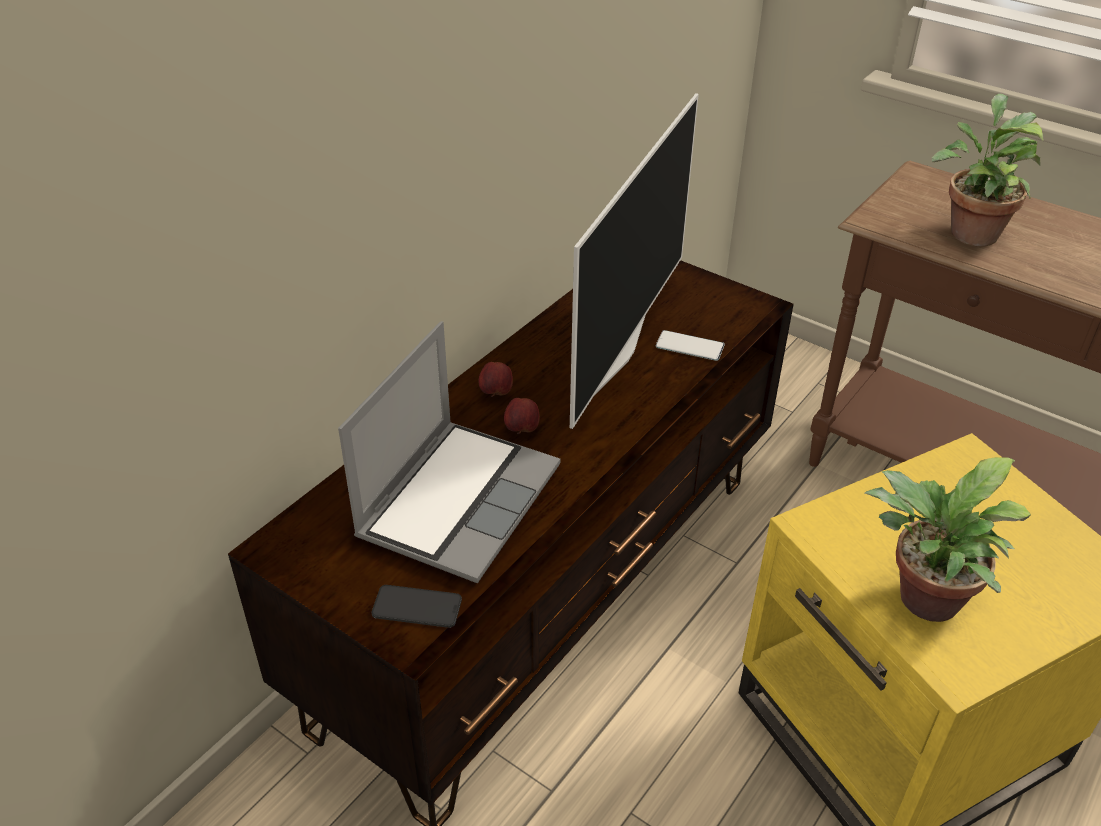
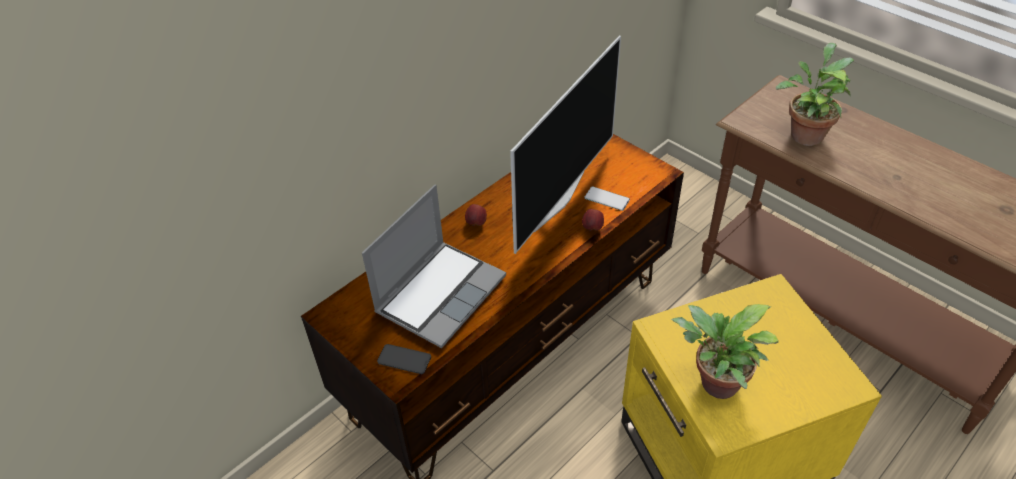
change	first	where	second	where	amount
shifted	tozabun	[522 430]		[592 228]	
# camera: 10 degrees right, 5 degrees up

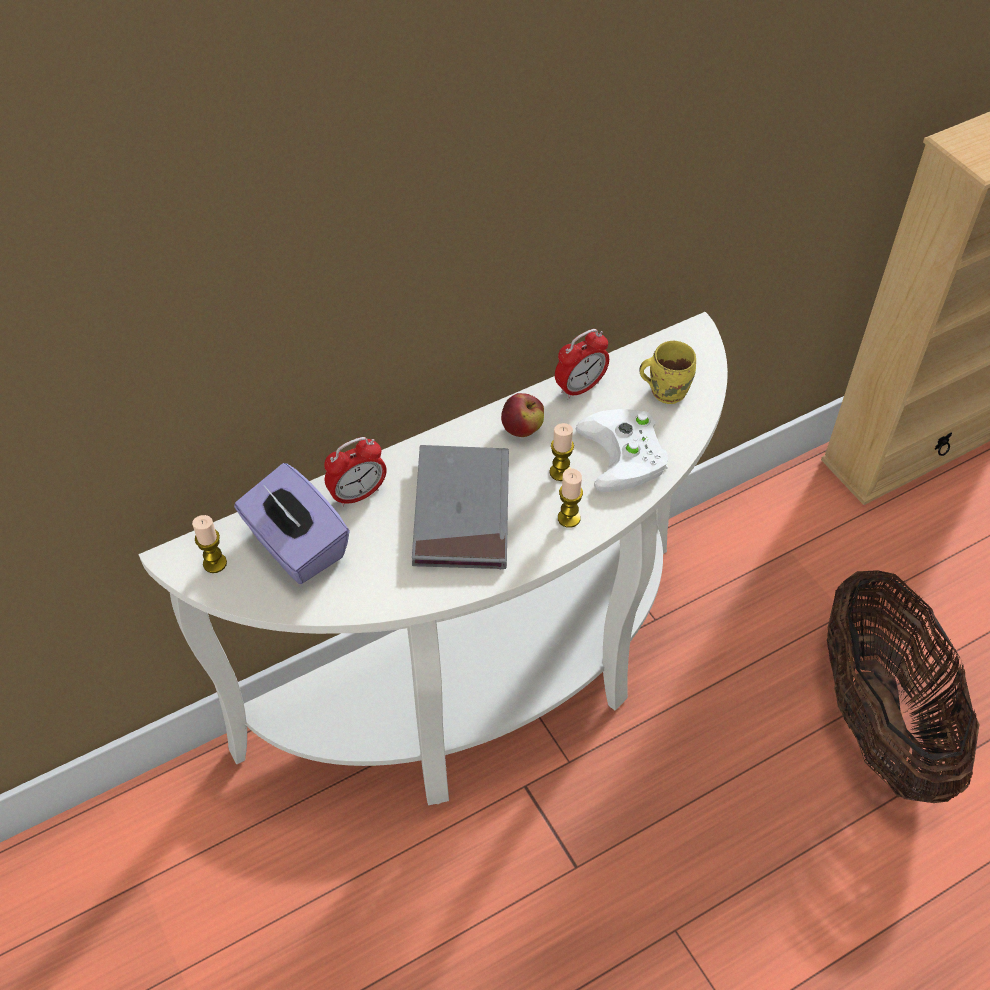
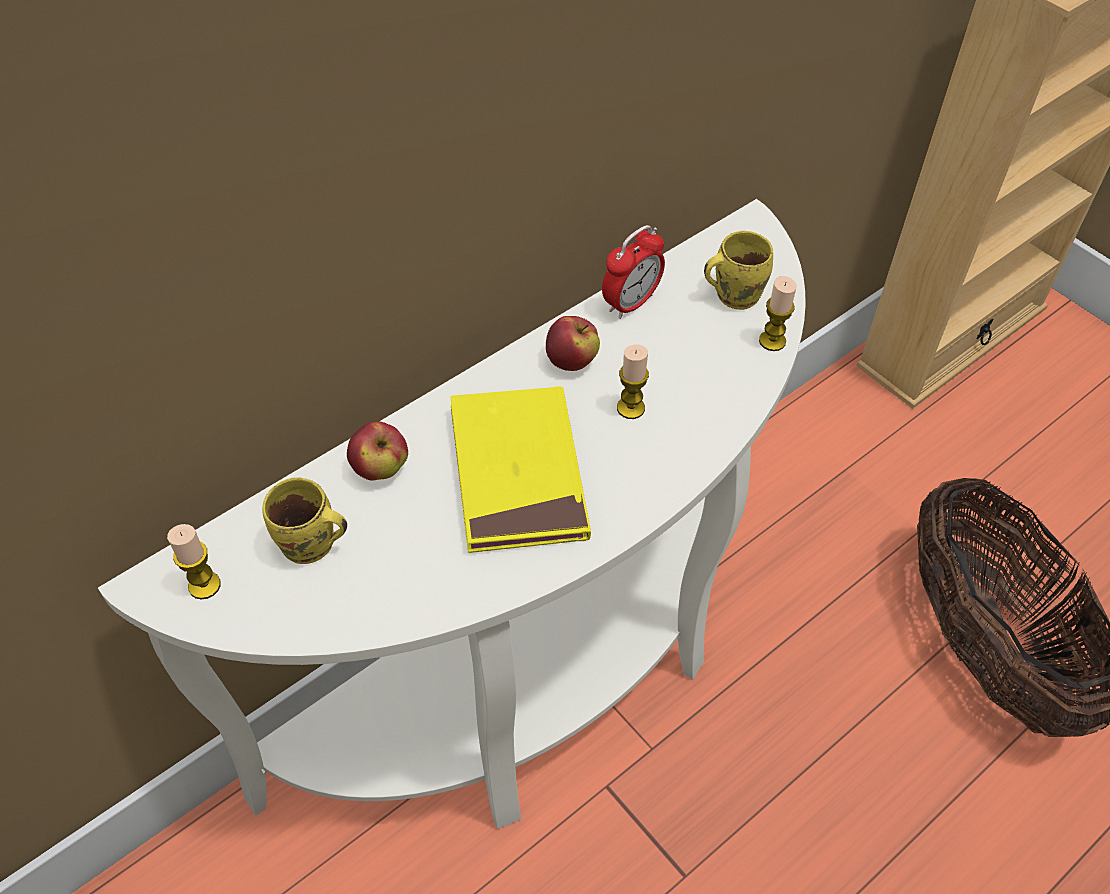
change	first	where	second	where	amount
swapped	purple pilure	[296 546]	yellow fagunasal	[310 547]	
swapped	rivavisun	[358 494]	tozabun	[380 469]	
repainted	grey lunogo	[462 511]	yellow lunogo	[518 473]	
shifted	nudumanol	[569 518]		[772 341]	
gone	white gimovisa	[627 455]			
# camera: 10 degrees left, 0 degrees up

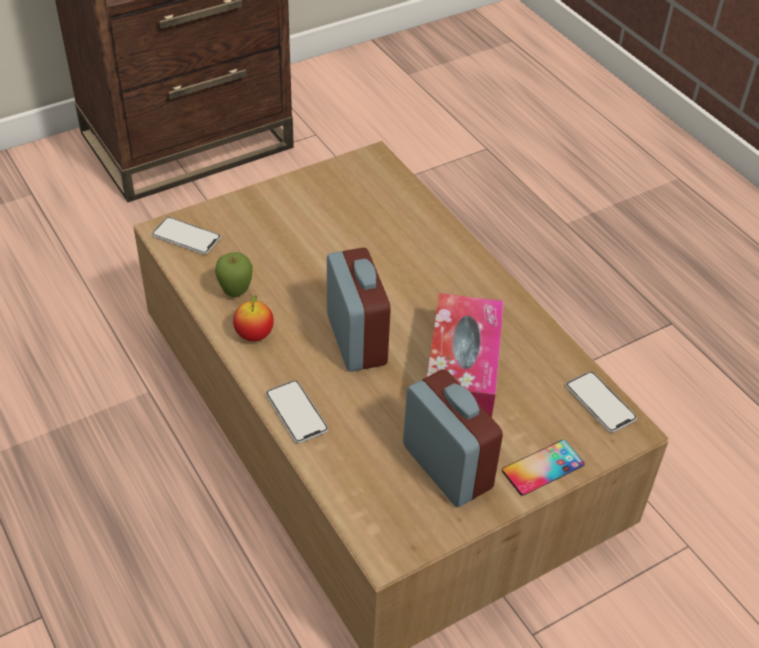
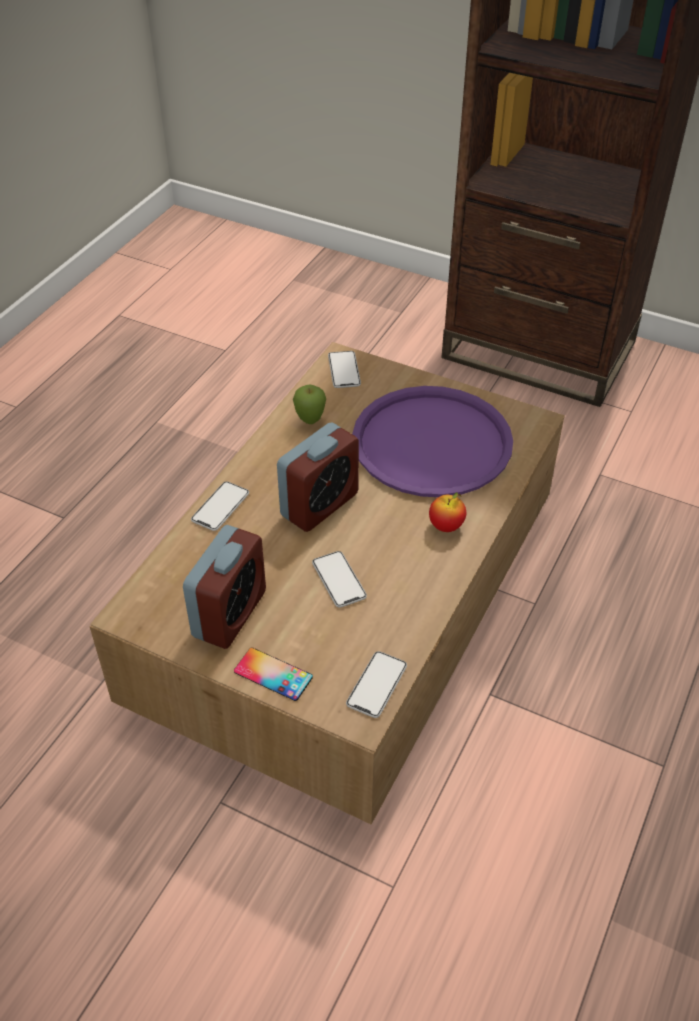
change	first	where	second	where	amount
shifted	tozabun	[254 335]		[446 526]	
swapped	pilure	[462 371]	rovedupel	[339 580]	
new			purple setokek	[432 443]	
# camera: 60 degrees right, 0 degrees up

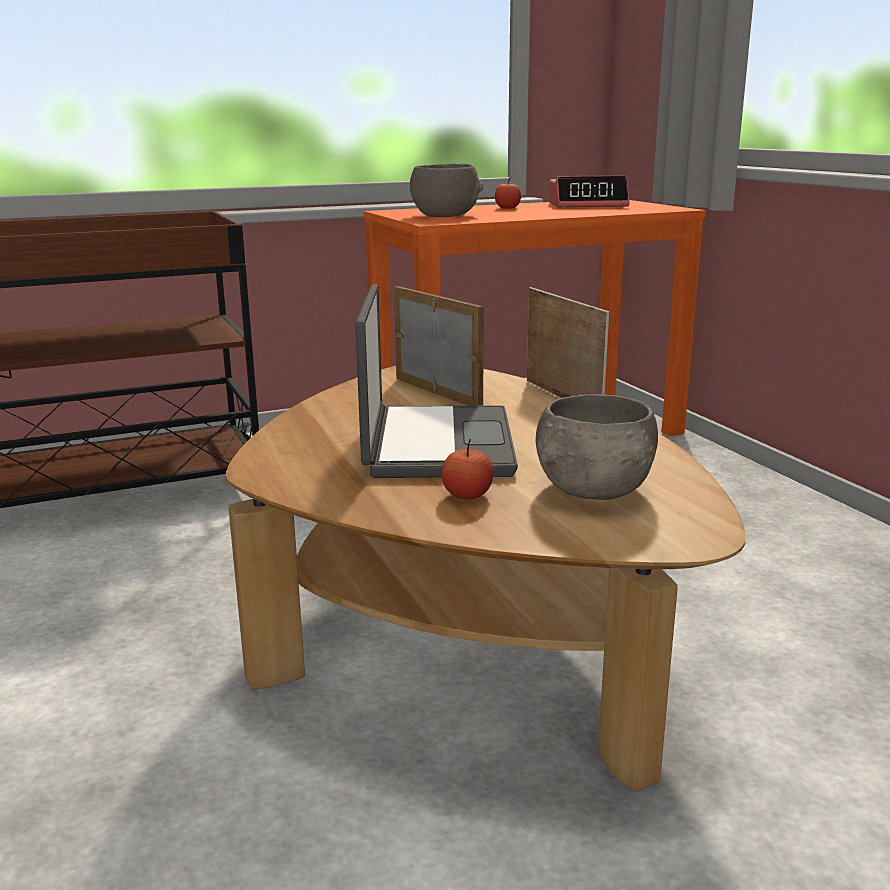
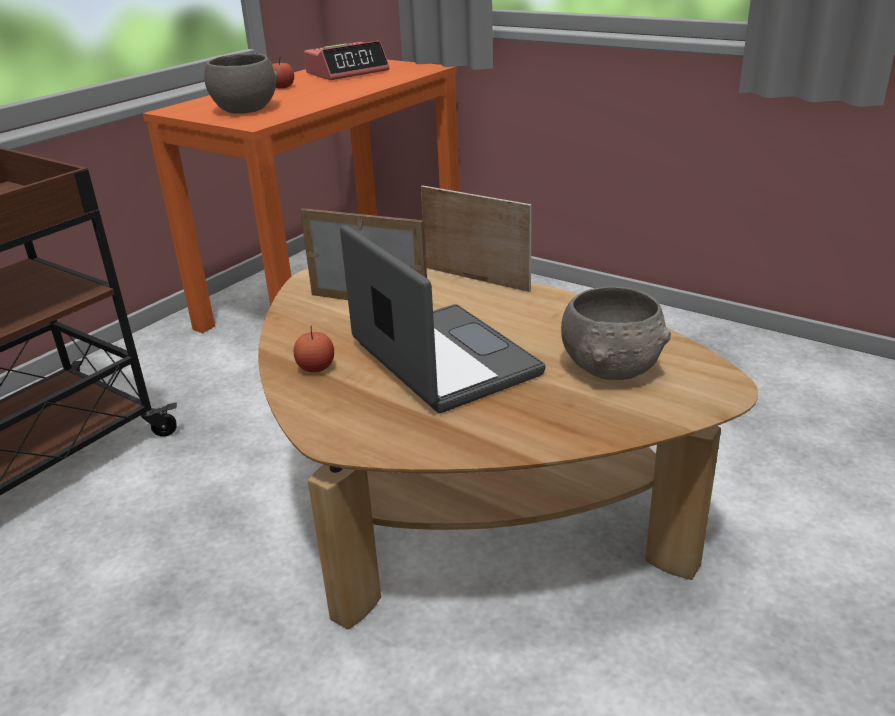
change	first	where	second	where	amount
shifted	tozabun	[467 495]		[316 367]	
# camera: 30 degrees left, 10 degrees up

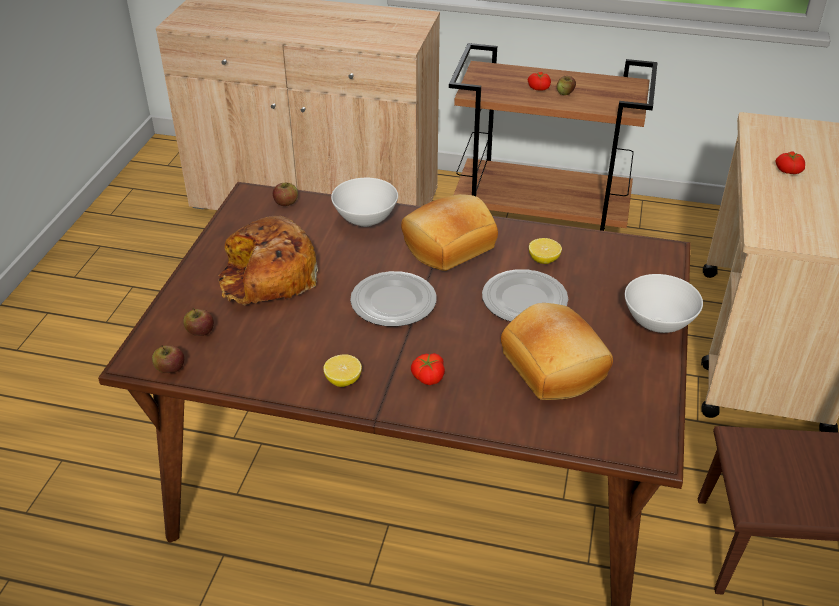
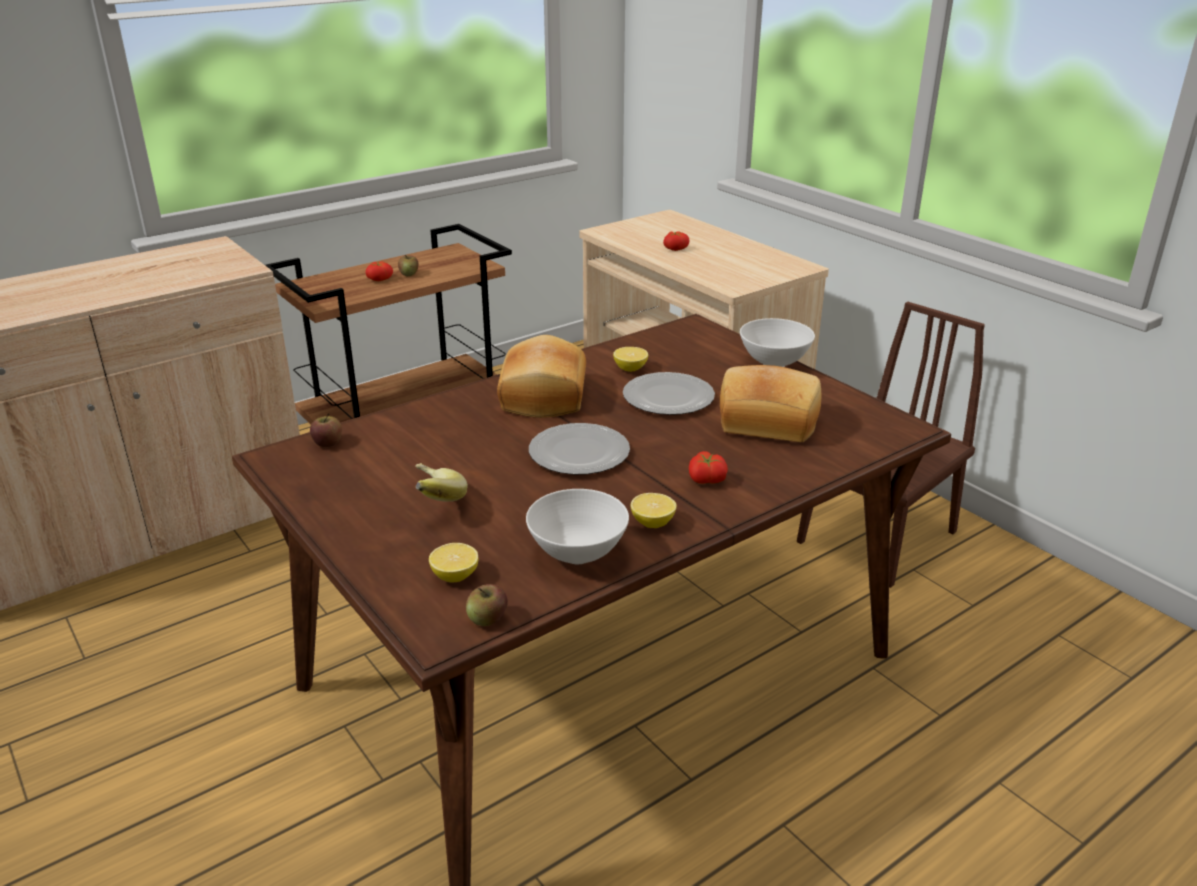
change	first	where	second	where	amount
swapped	tozabun	[200 332]	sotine	[455 576]	
swapped	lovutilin	[267 277]	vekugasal	[432 501]	
shifted	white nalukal	[366 221]		[578 555]	
# camera: 50 degrees left, 10 degrees down

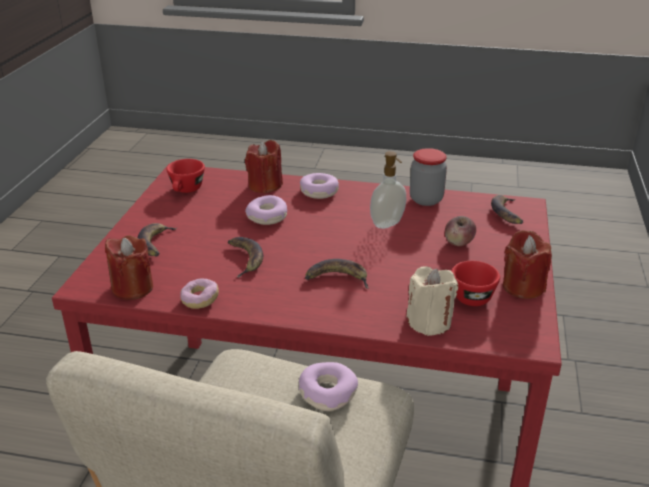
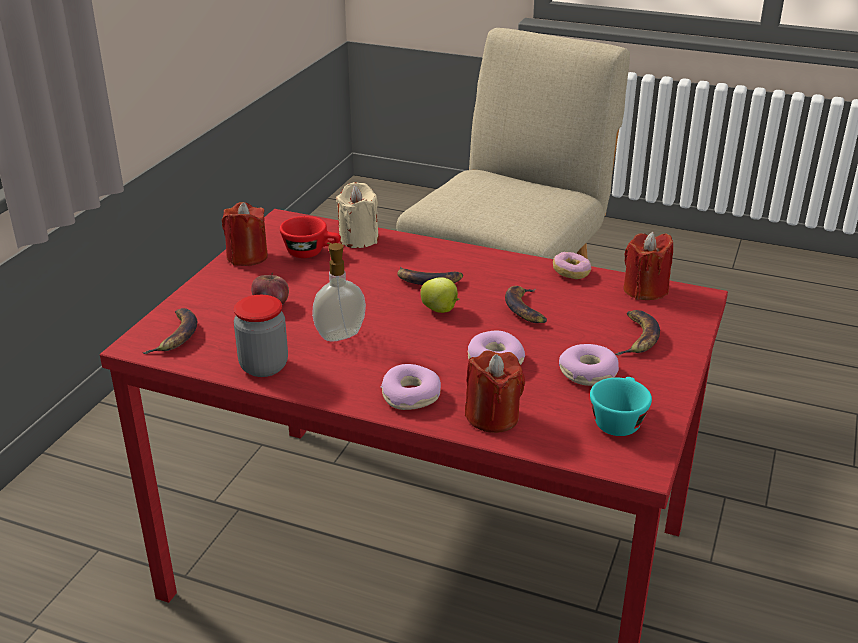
change	first	where	second	where	amount
repainted	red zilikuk	[186 190]	turquoise zilikuk	[618 420]	
shifted	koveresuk	[327 393]		[588 373]	
new			tozabun	[440 310]	
# camera: 170 degrees left, 0 degrees up

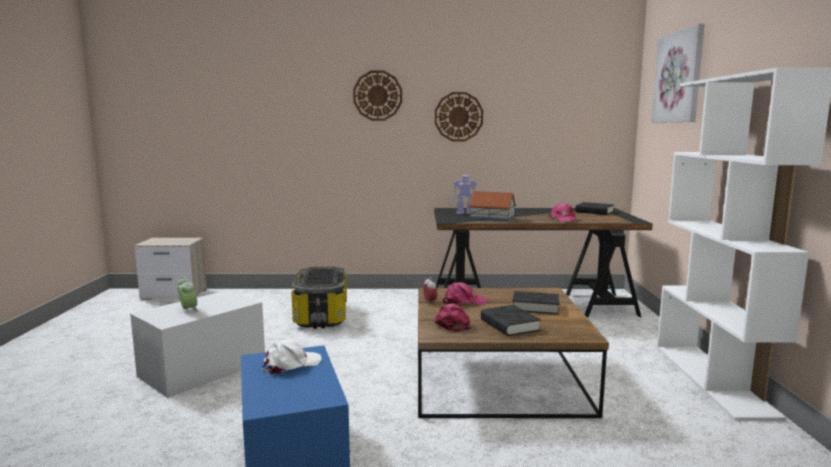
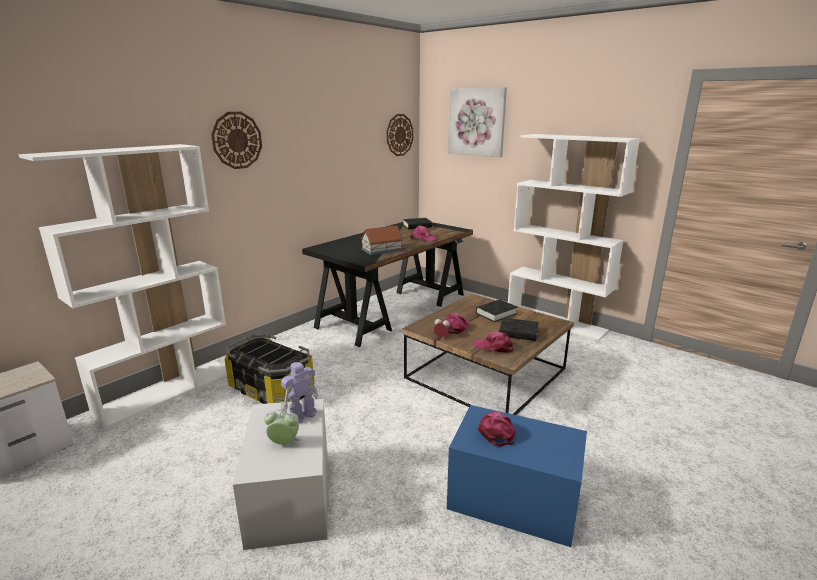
change	first	where	second	where	amount
repainted	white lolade	[290 365]	pink lolade	[496 431]	
shifted	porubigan	[458 116]		[399 135]	
shifted	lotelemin	[464 213]		[301 416]	
new			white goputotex	[167 391]	
# camera: 50 degrees left, 10 degrees up

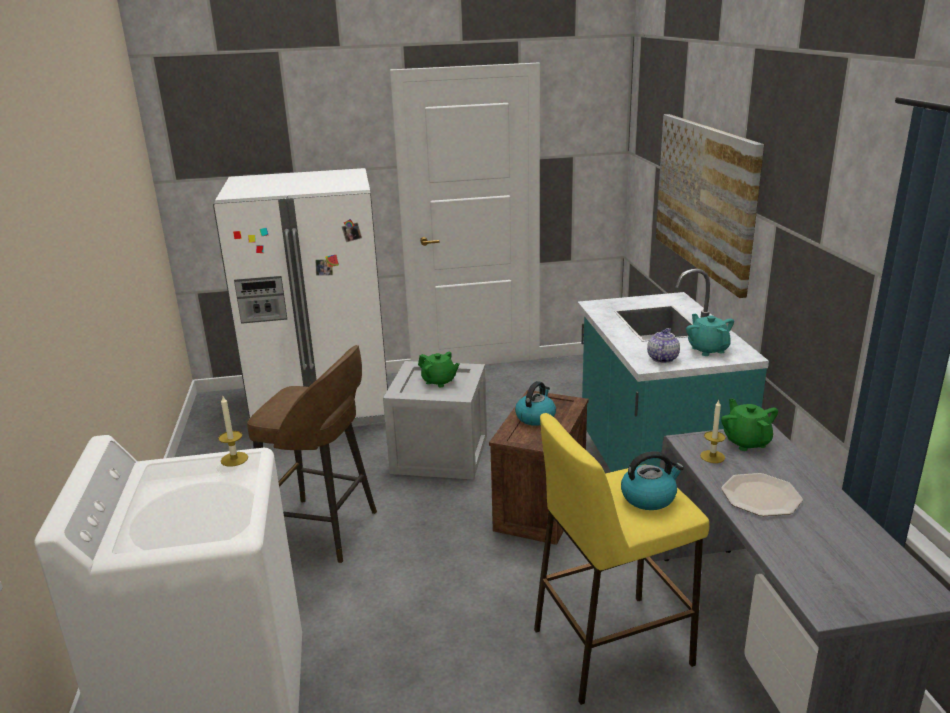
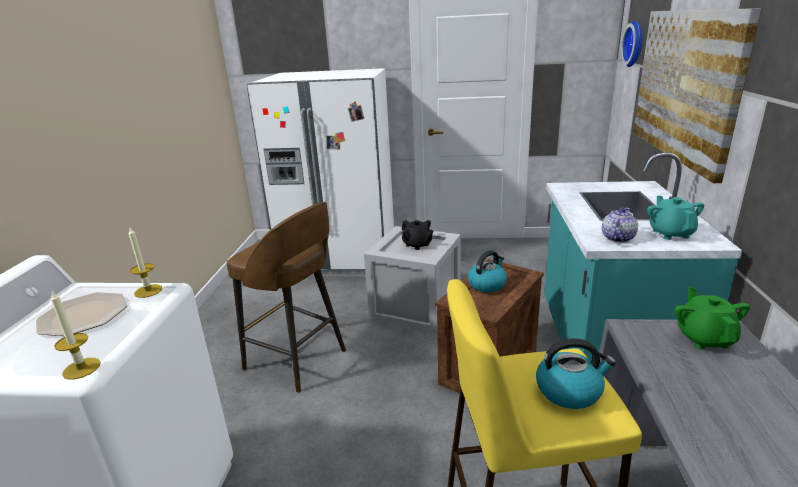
change	first	where	second	where	amount
repainted	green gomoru	[439 381]	black gomoru	[417 245]	
shifted	nudumanol	[712 456]		[81 368]	
shifted	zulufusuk	[761 496]		[84 315]	
new			porubigan	[635 44]	
# camera: 15 degrees right, 0 degrees up

